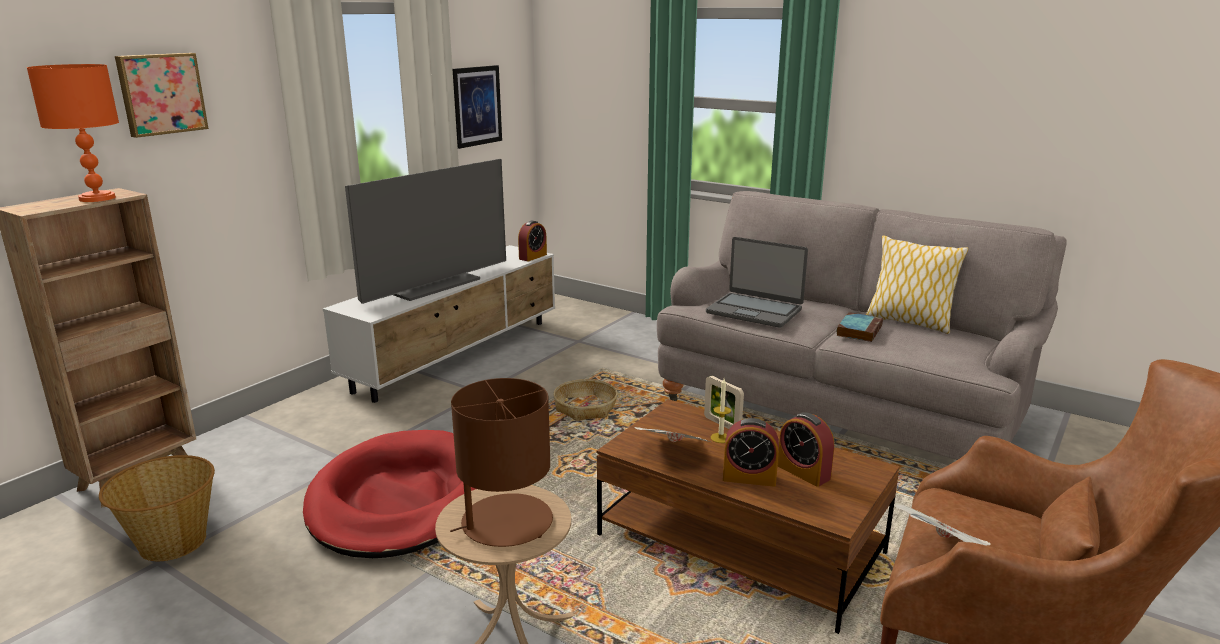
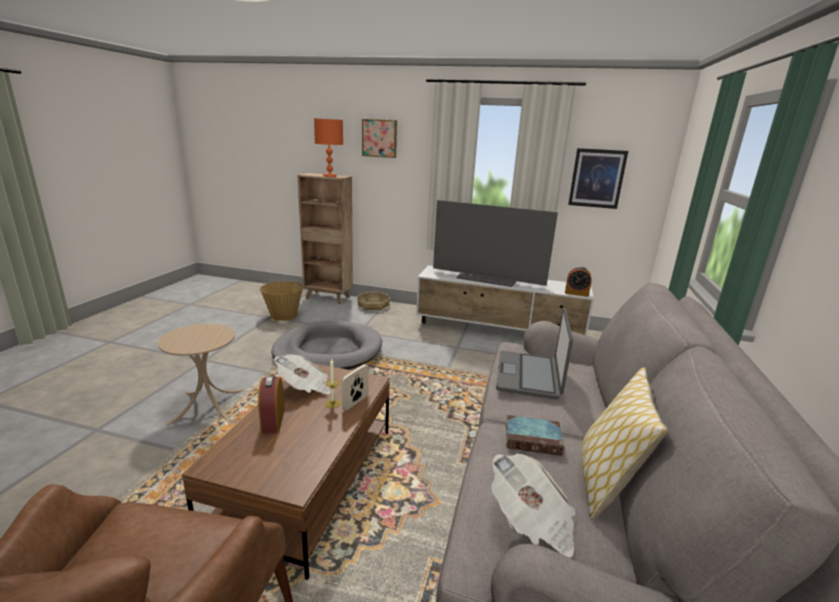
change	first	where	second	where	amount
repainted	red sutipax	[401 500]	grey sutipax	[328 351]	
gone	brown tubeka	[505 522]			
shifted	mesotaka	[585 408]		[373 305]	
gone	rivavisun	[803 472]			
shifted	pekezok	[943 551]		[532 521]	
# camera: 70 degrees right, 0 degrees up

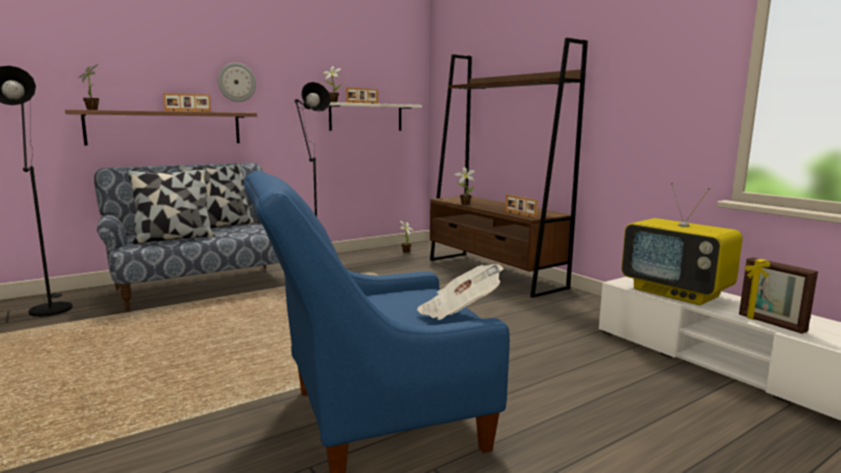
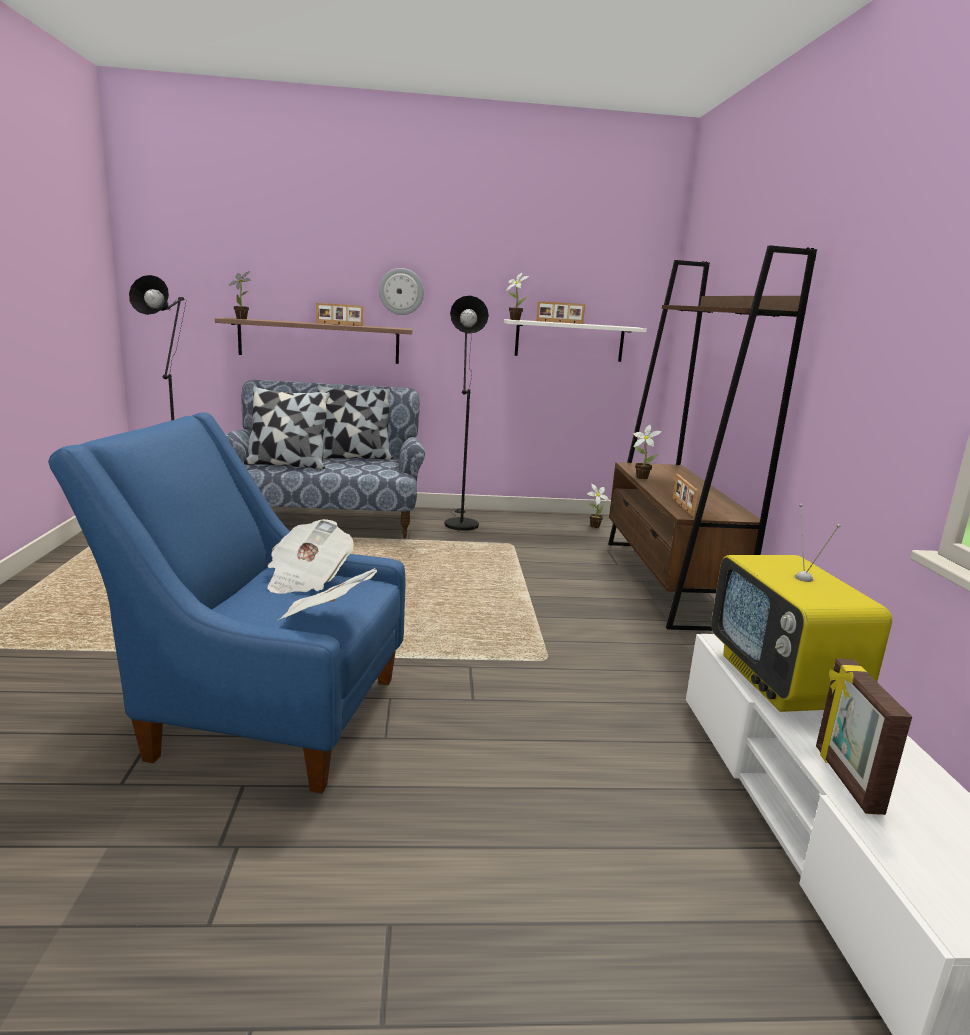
change	first	where	second	where	amount
new			pekezok	[307 579]	
# camera: 30 degrees right, 5 degrees up

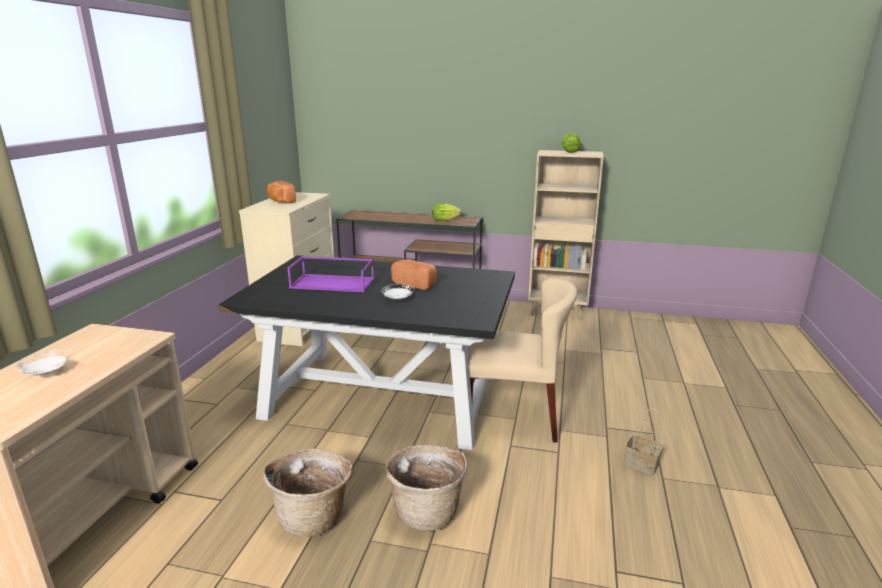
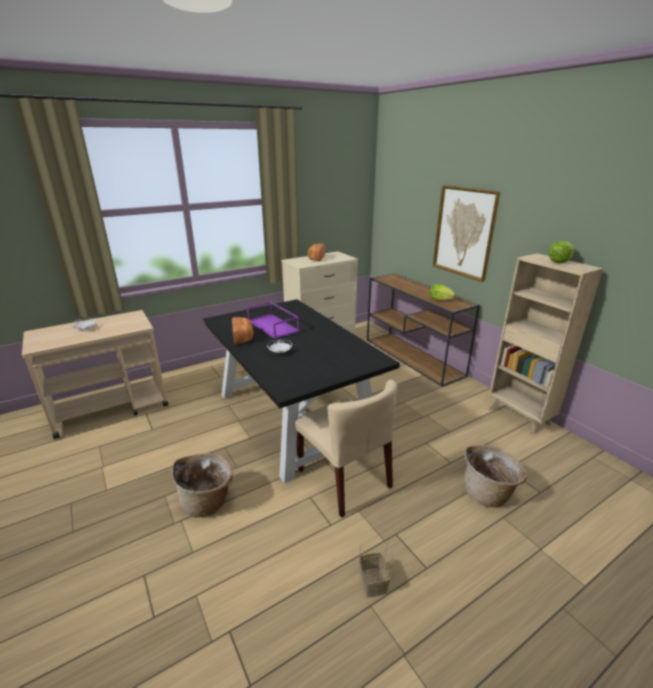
change	first	where	second	where	amount
shifted	mesotaka	[314 516]		[488 493]	
shifted	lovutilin	[416 284]		[243 337]	
new			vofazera	[464 232]	
# camera: 45 degrees right, 5 degrees up

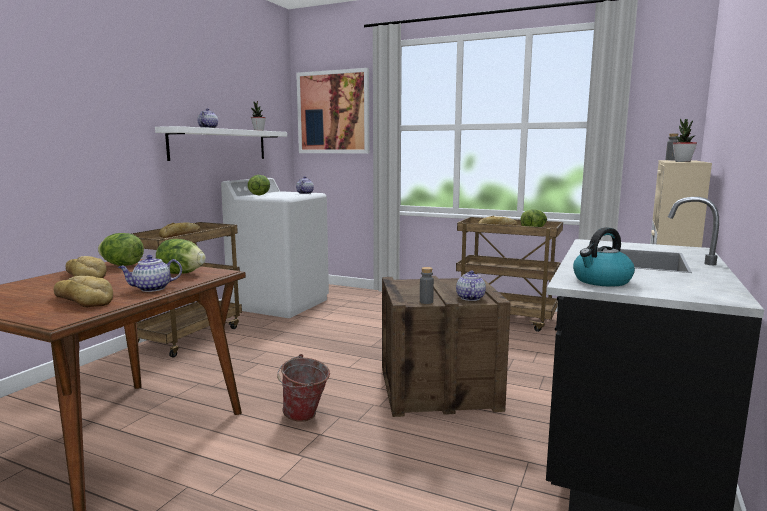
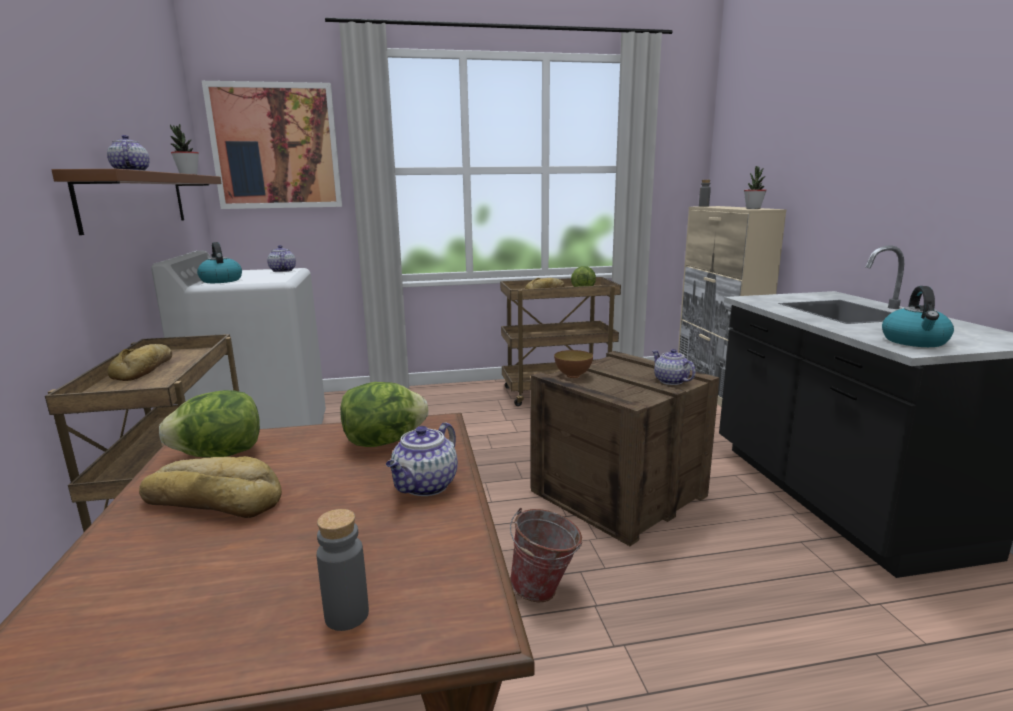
change	first	where	second	where	amount
gone	lovutilin	[84 300]			
repainted	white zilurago	[219 144]	brown zilurago	[136 200]	
swapped	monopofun	[259 195]	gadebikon	[221 280]	
shifted	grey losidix	[426 302]		[347 615]	
new			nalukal	[573 376]	
# camera: 35 degrees left, 5 degrees up

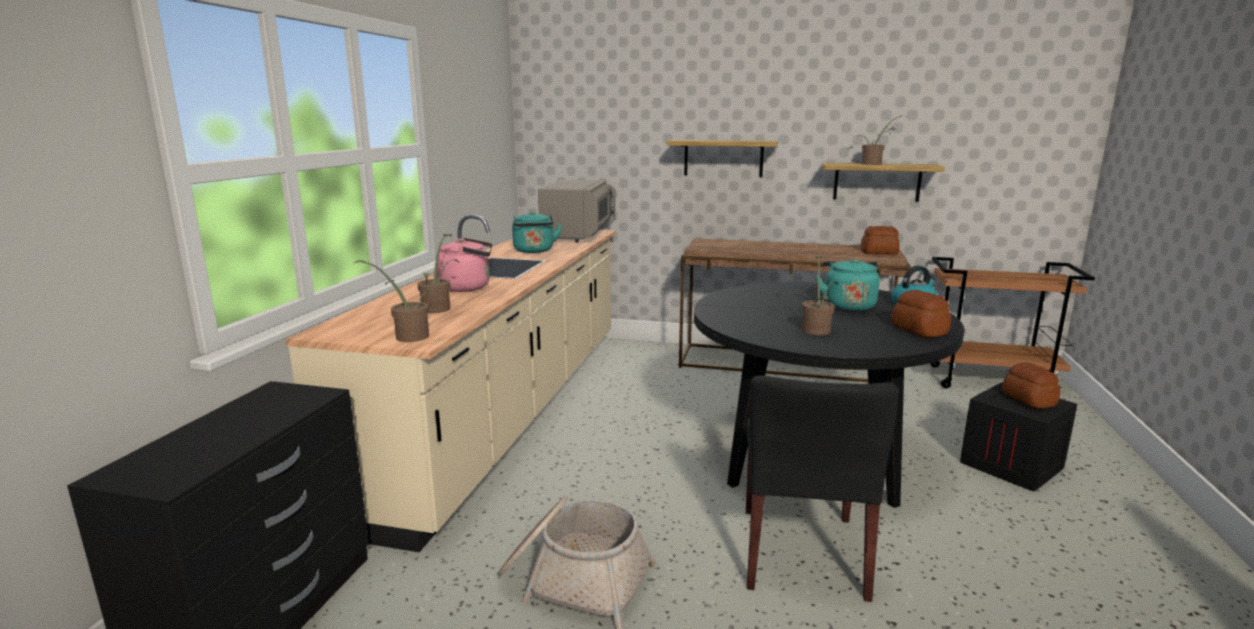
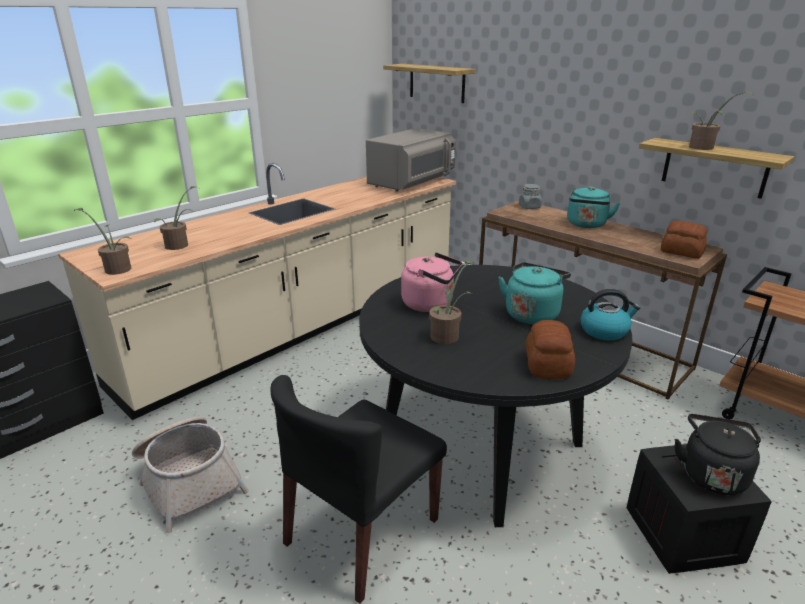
change	first	where	second	where	amount
shifted	pink gadebikon	[468 287]		[431 304]	
shifted	turquoise gadebikon	[534 251]		[586 225]	
shifted	zilurago	[723 158]		[436 83]	
swapped	lovutilin	[1029 399]	black gadebikon	[711 474]	
new			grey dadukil	[529 207]	
# camera: 30 degrees right, 10 degrees up

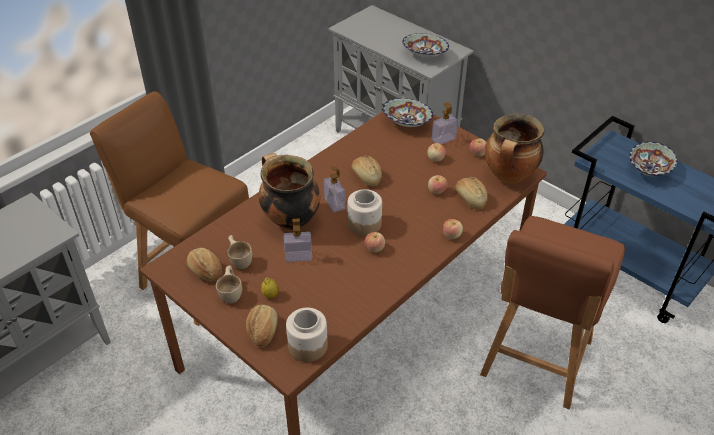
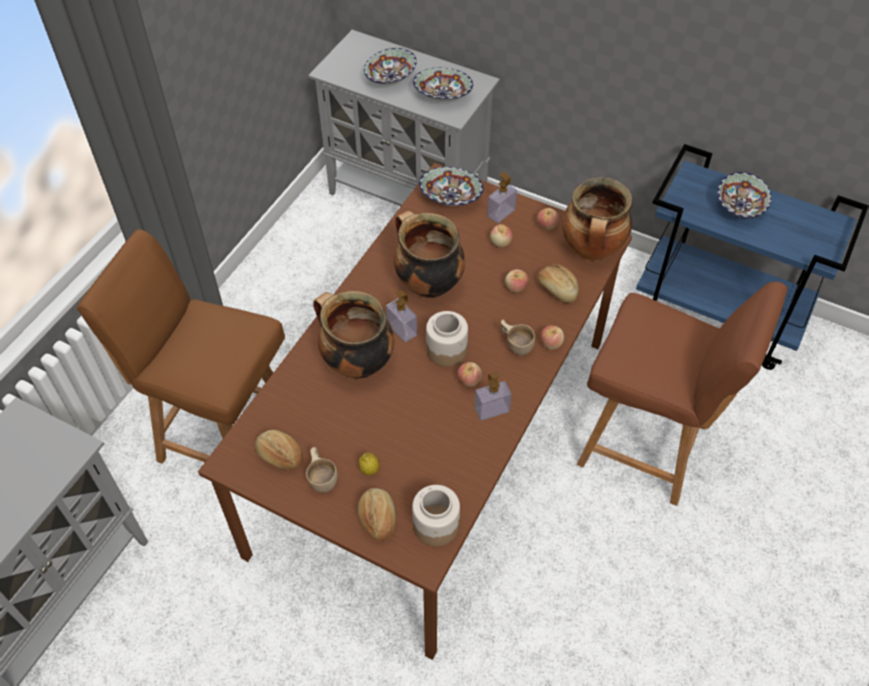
change	first	where	second	where	amount
shifted	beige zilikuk	[240 259]		[515 344]	
shifted	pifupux	[298 256]		[492 410]	
swapped	lovutilin	[366 176]	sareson	[427 284]	
rotated	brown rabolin	[535 360]		[646 446]	75 degrees counterclockwise
new			nalukal	[391 79]	
# camera: 15 degrees left, 10 degrees up

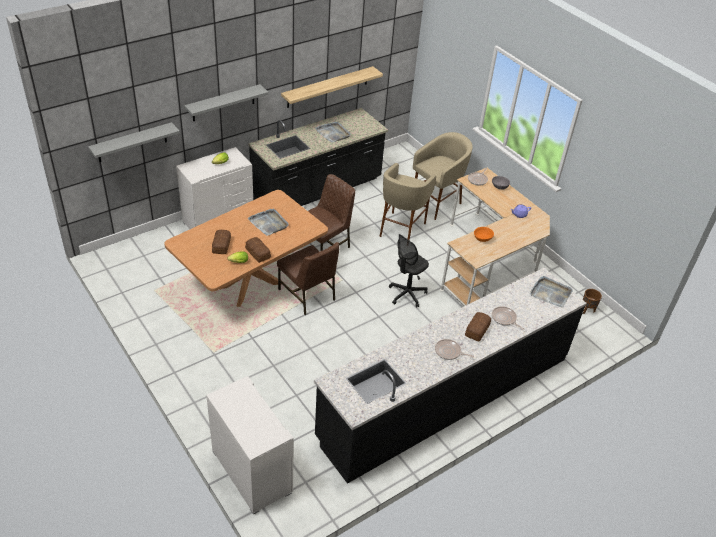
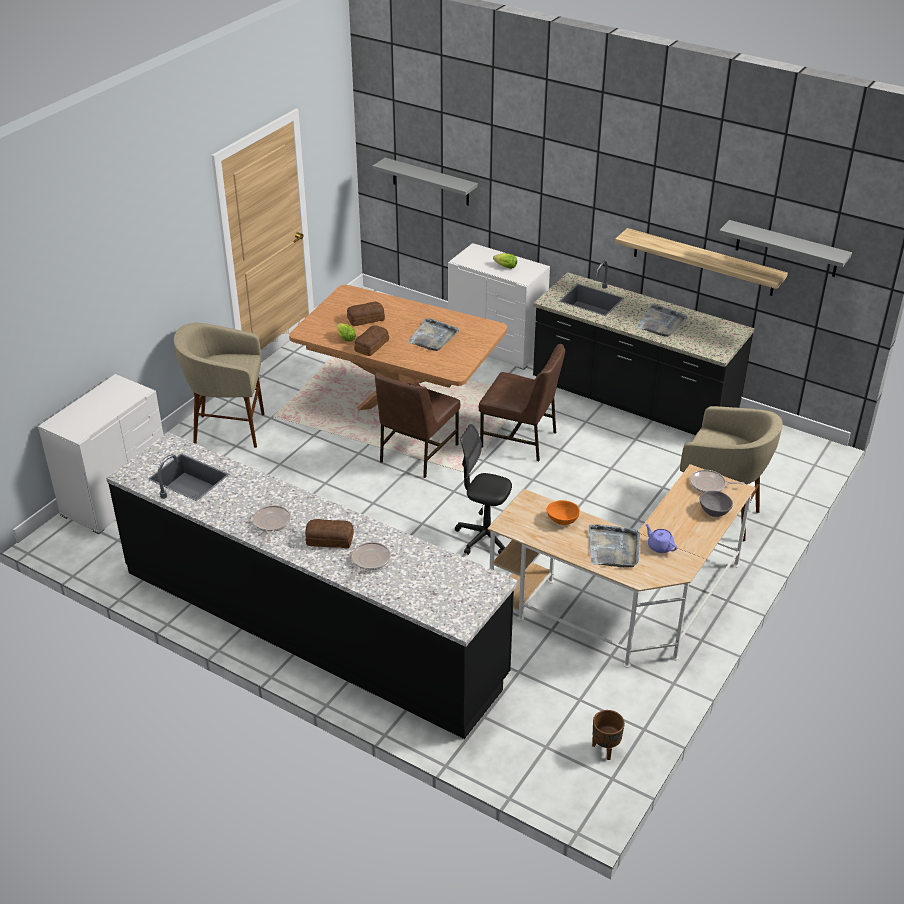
change	first	where	second	where	amount
shifted	grey zilurago	[223 103]		[786 249]	
shifted	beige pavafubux	[401 229]		[228 430]	
shifted	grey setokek	[550 293]		[613 548]	
# camera: 70 degrees right, 5 degrees down

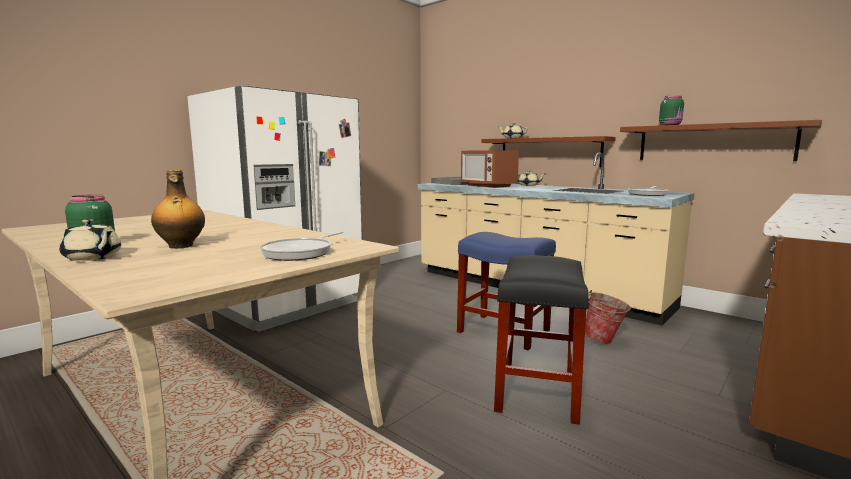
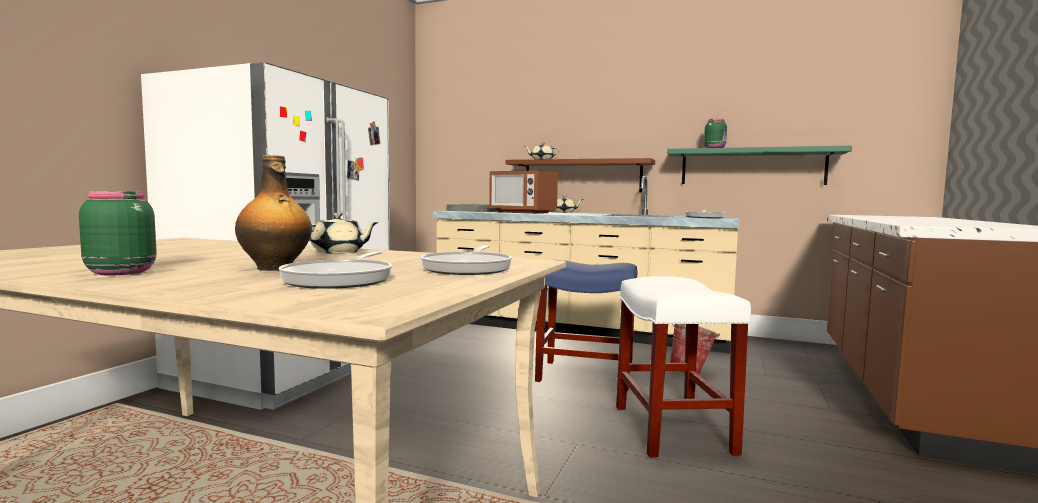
change	first	where	second	where	amount
shifted	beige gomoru	[93 258]		[339 252]	
repainted	black pavafubux	[538 391]	white pavafubux	[674 430]	
repainted	brown zilurago	[713 142]	green zilurago	[752 167]	
new			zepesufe	[341 279]	
# camera: 20 degrees left, 5 degrees down

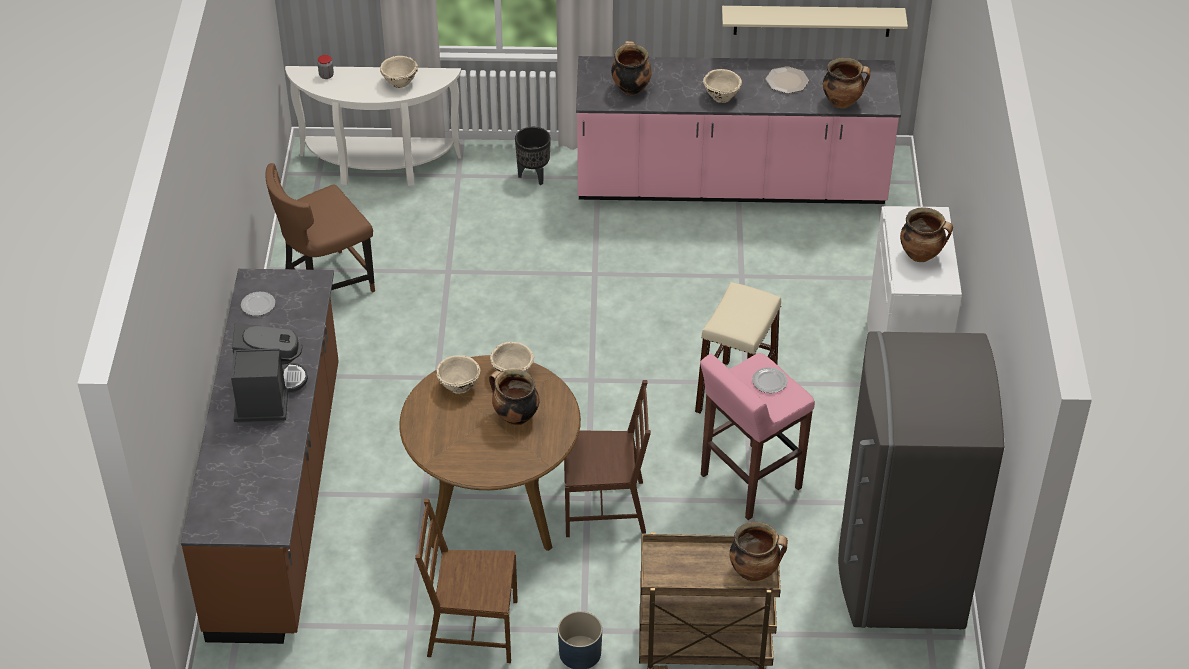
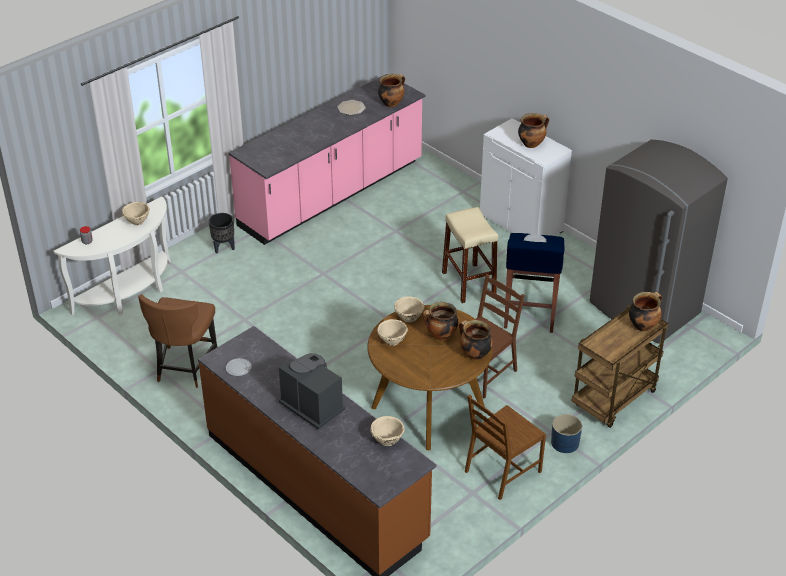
change	first	where	second	where	amount
shifted	sareson	[630 88]		[474 354]	
repainted	pink pavafubux	[749 482]	blue pavafubux	[529 316]	
shifted	beige nalukal	[721 96]		[387 440]	
gone	beige zilurago	[812 20]			
# camera: 45 degrees left, 5 degrees down

